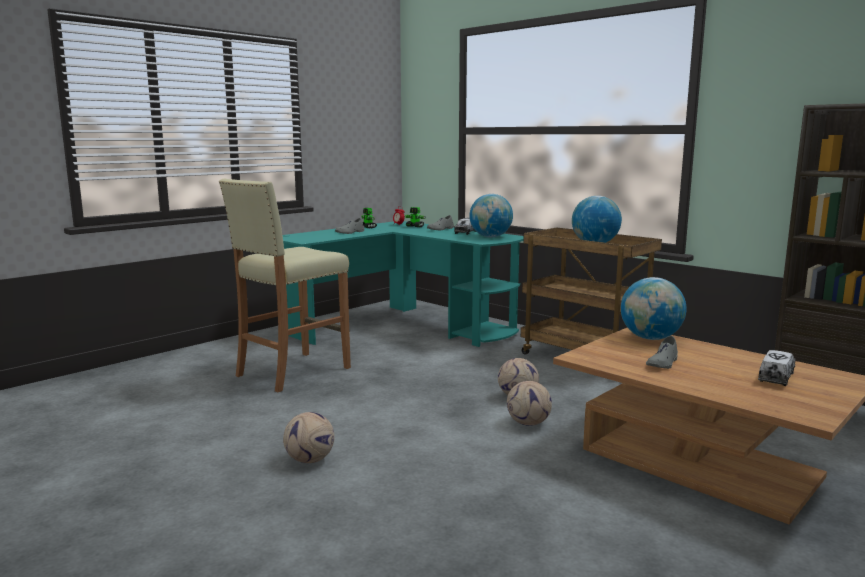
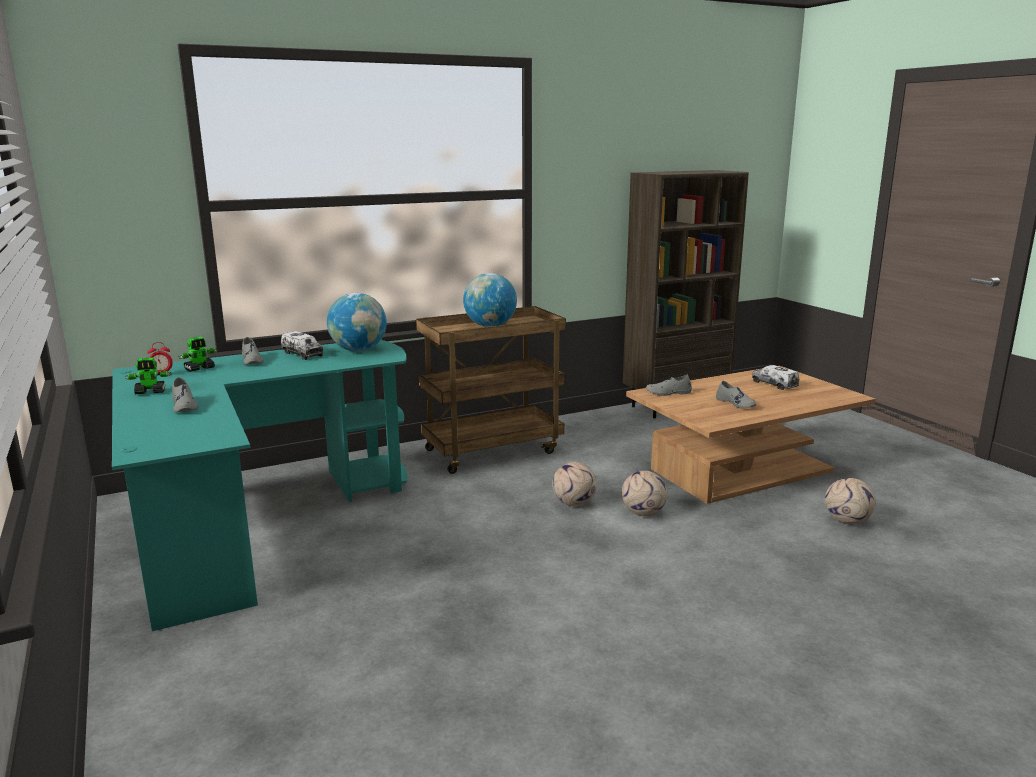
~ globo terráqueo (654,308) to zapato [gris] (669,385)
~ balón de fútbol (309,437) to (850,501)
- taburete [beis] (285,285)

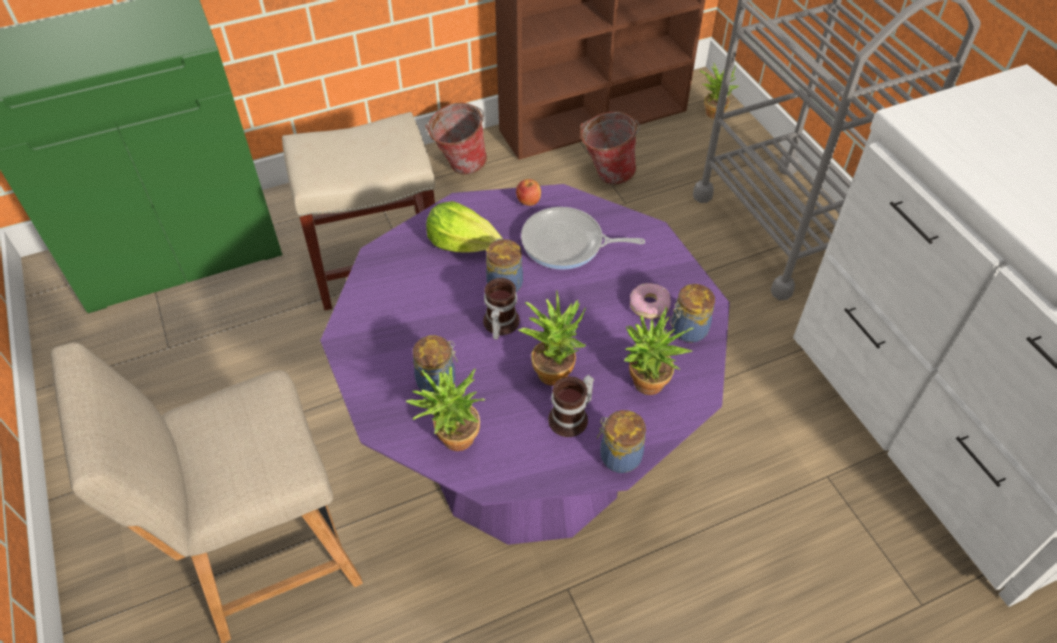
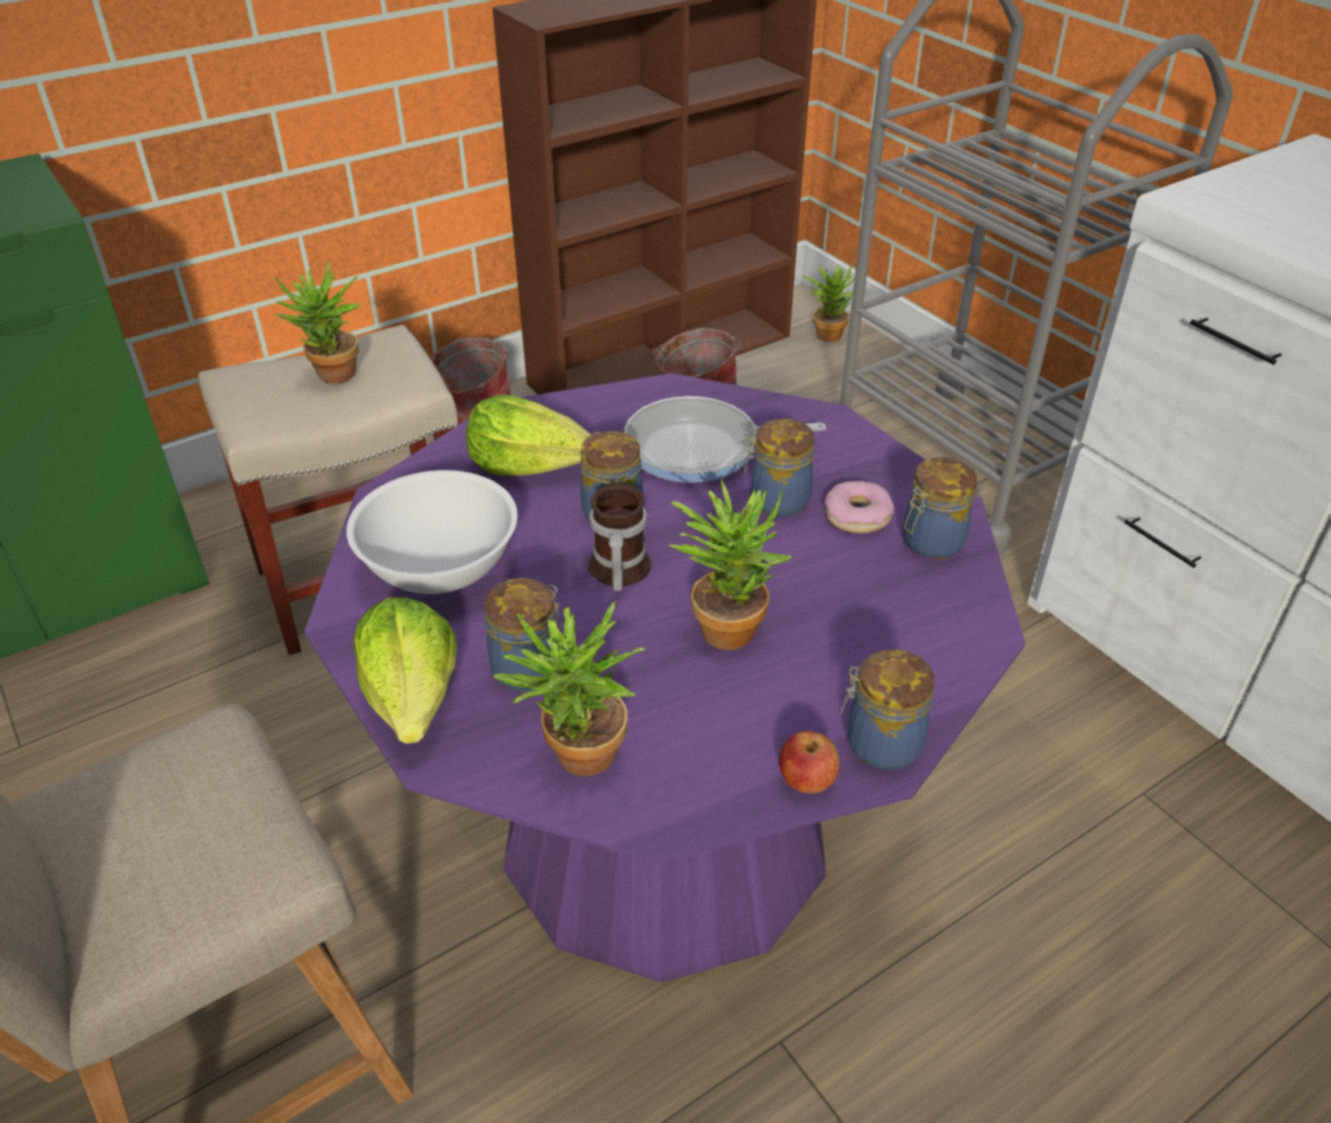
~ planta en maceta (659,351) to (318,322)
+ cuenco [blanco] (431,532)
+ lechuga (405,670)
+ tarro (779,468)
~ manzana (528,192) to (809,762)
- taza grande (571,406)

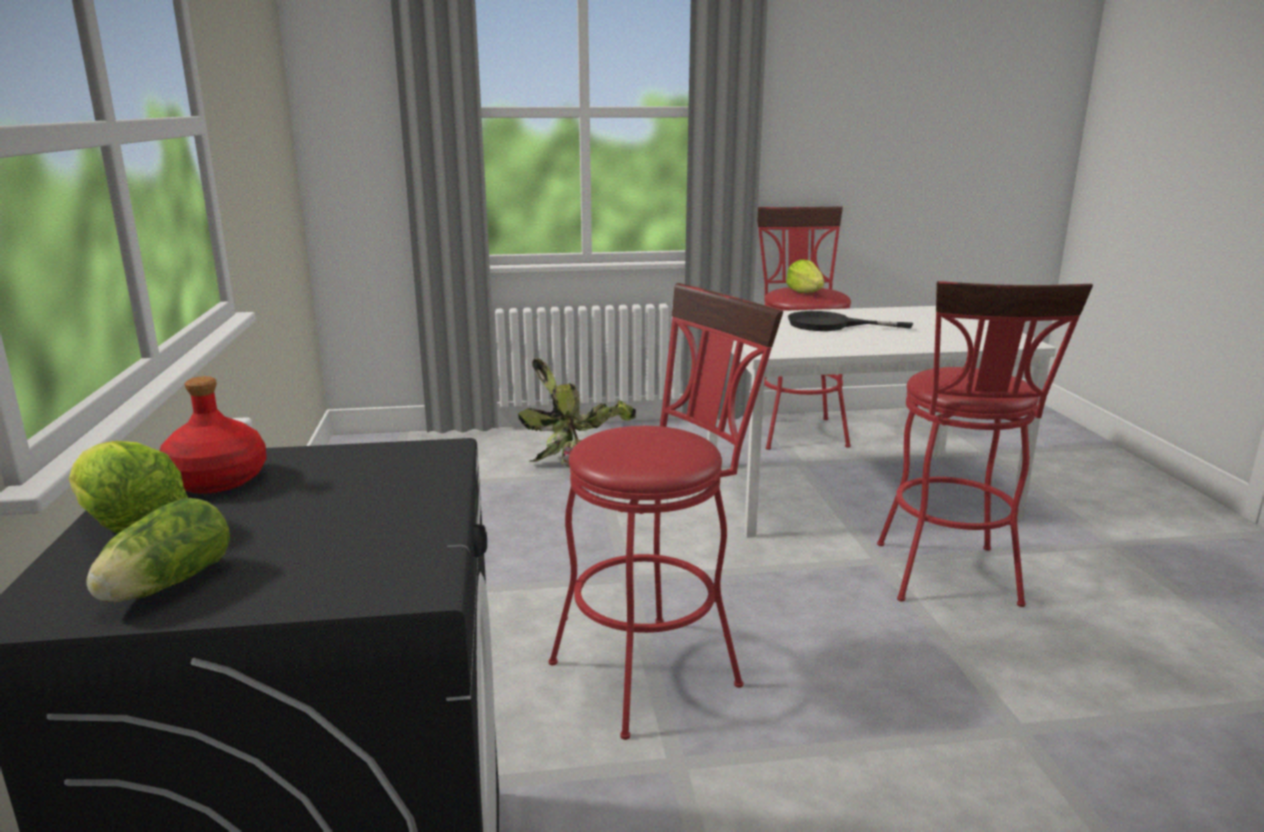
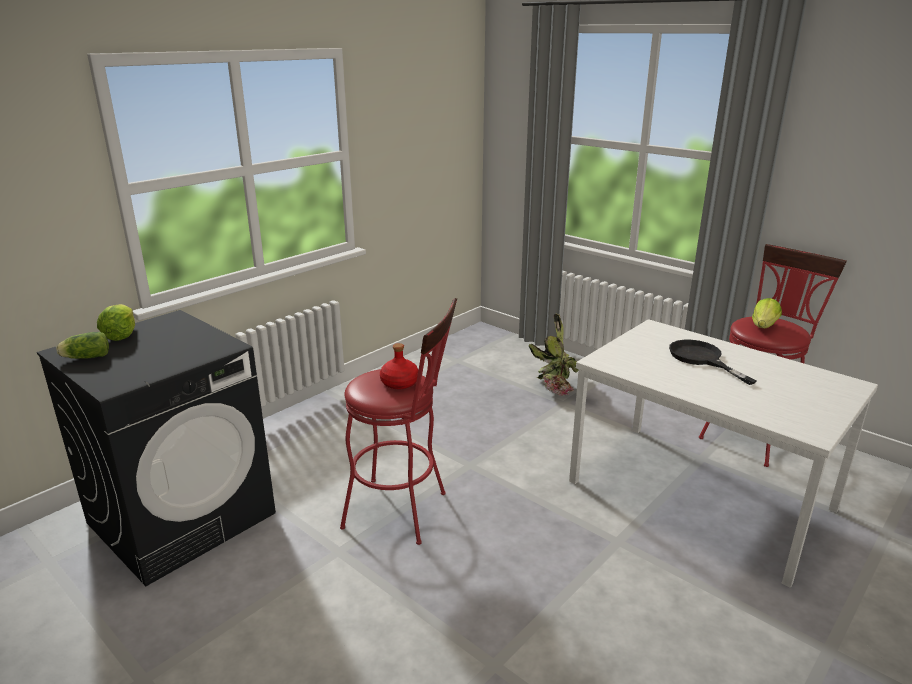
~ botella [rojo] (213,435) to (399,366)
- taburete [rojo] (985,444)

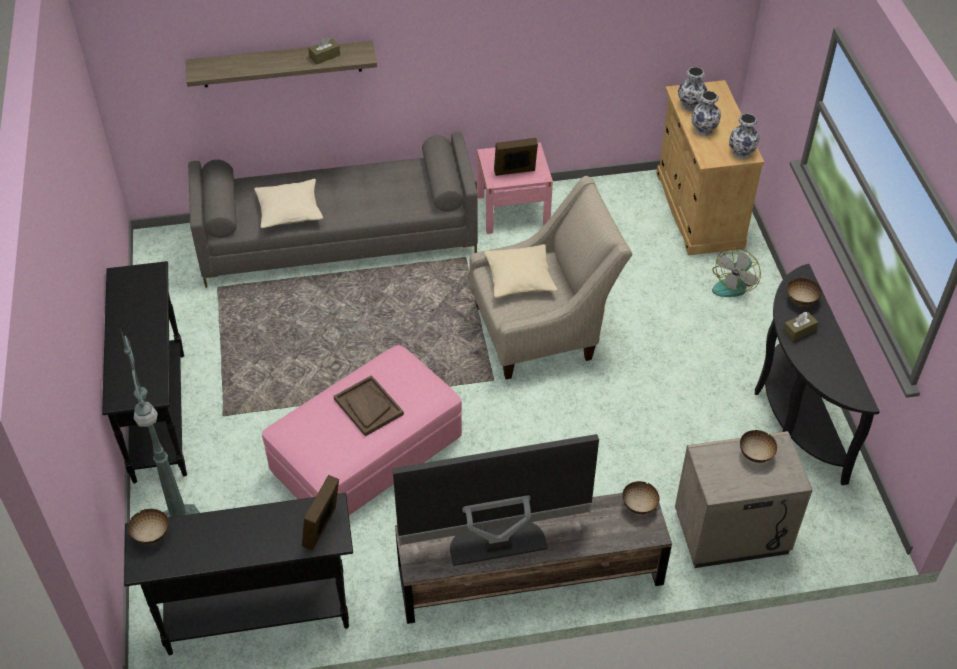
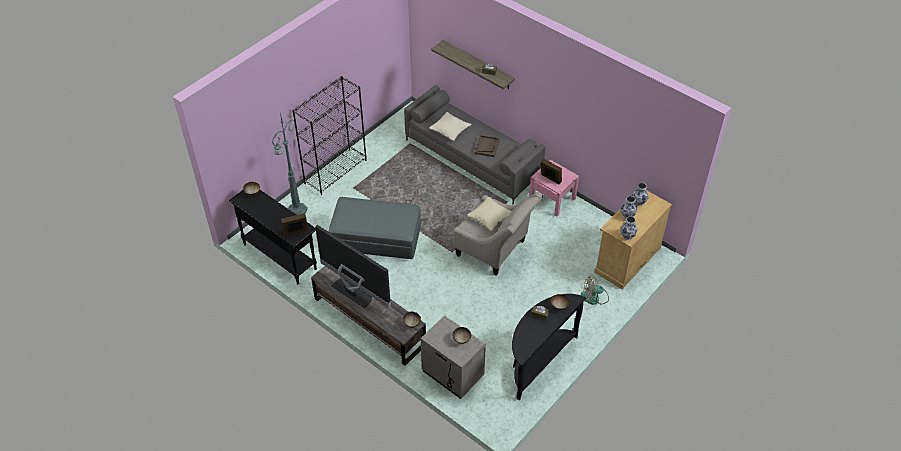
~ mesa consola [negro] (144,372) to estantería [negro] (329,135)
~ puf [rosa] (362,430) to puf [gris] (375,228)
~ bandeja [marrón] (369,405) to (487,146)

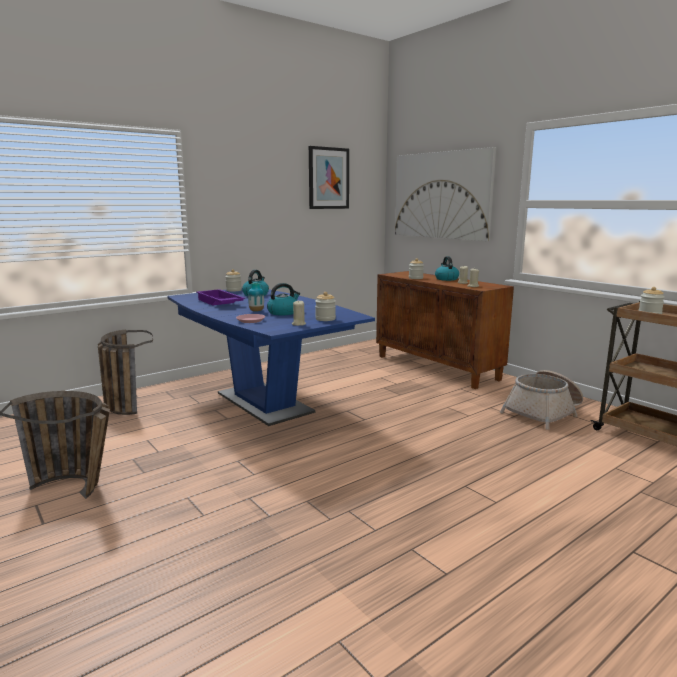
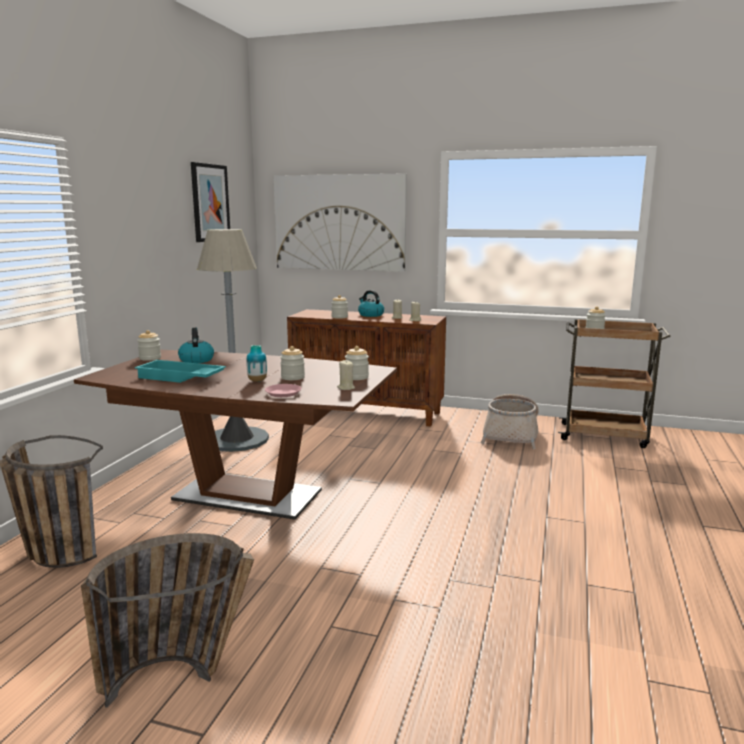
~ mesa de comedor [azul] (271,357) to mesa de comedor [marrón] (235,434)
~ bandeja [morado] (220,297) to bandeja [turquesa] (180,371)
+ lámpara de pie [gris] (233,340)
~ hervidor (283,299) to tarro (292,363)

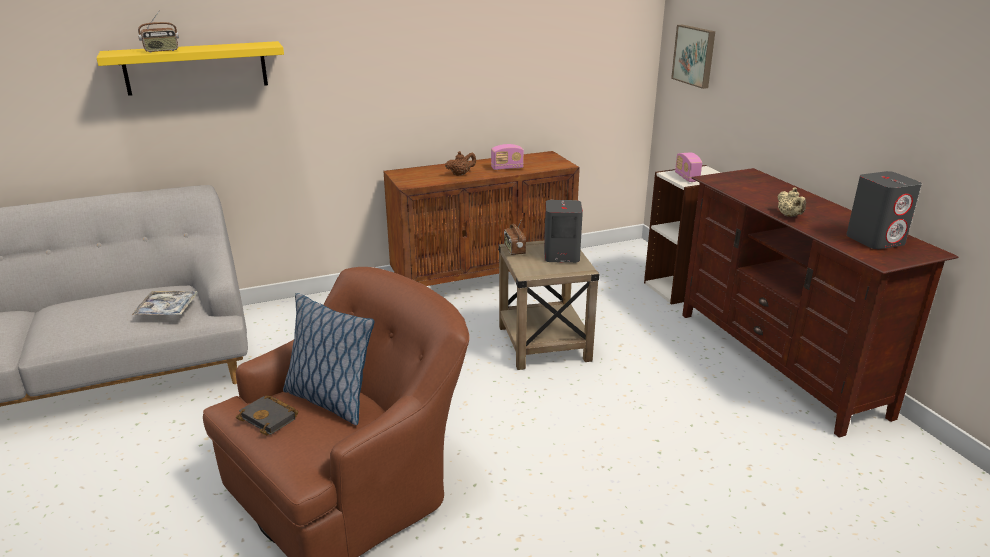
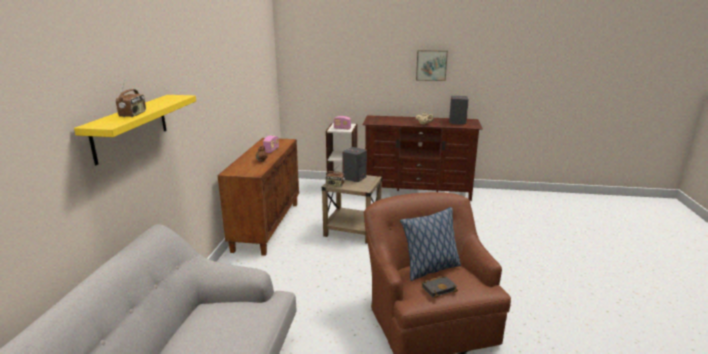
~ cuadro (693,57) to (432,65)
- bandeja (165,303)

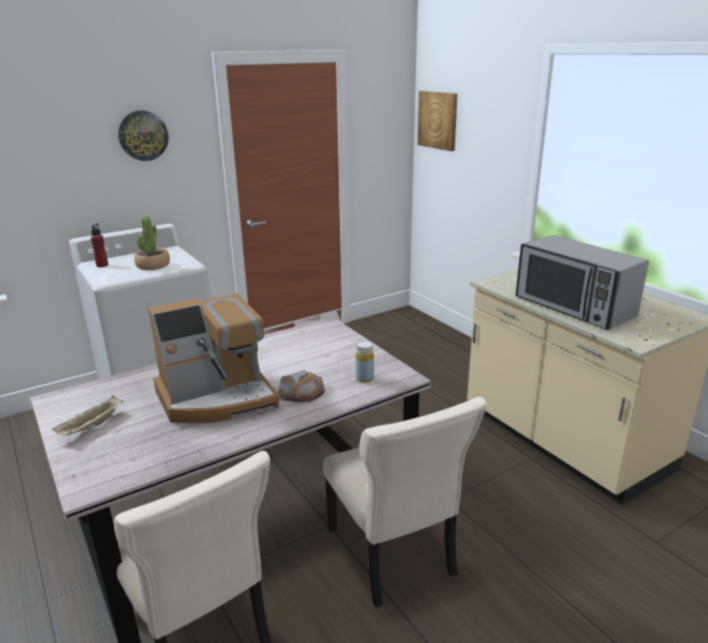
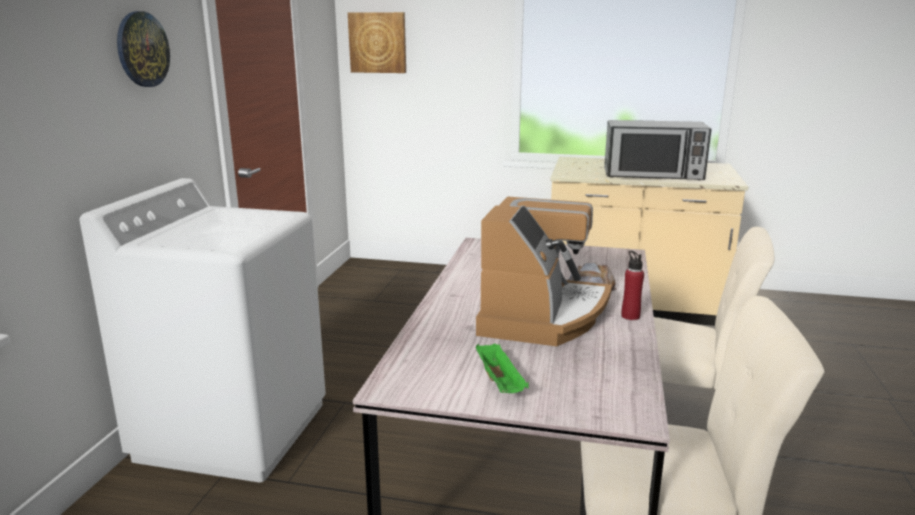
~ bandeja [beis] (87,416) to bandeja [verde] (502,368)
~ botella [rojo] (99,245) to (632,285)
- planta en maceta (152,243)
- botella [amarillo] (365,362)

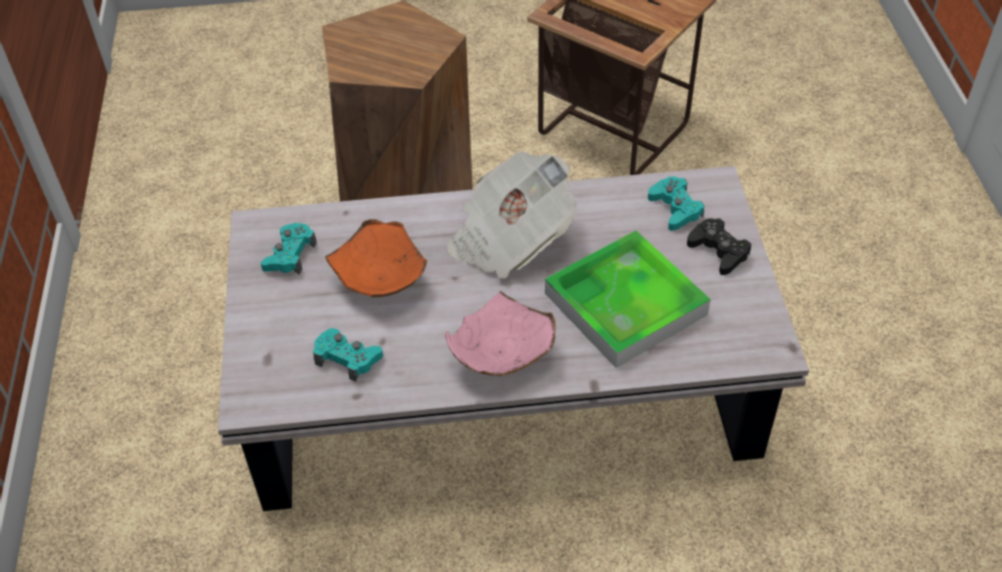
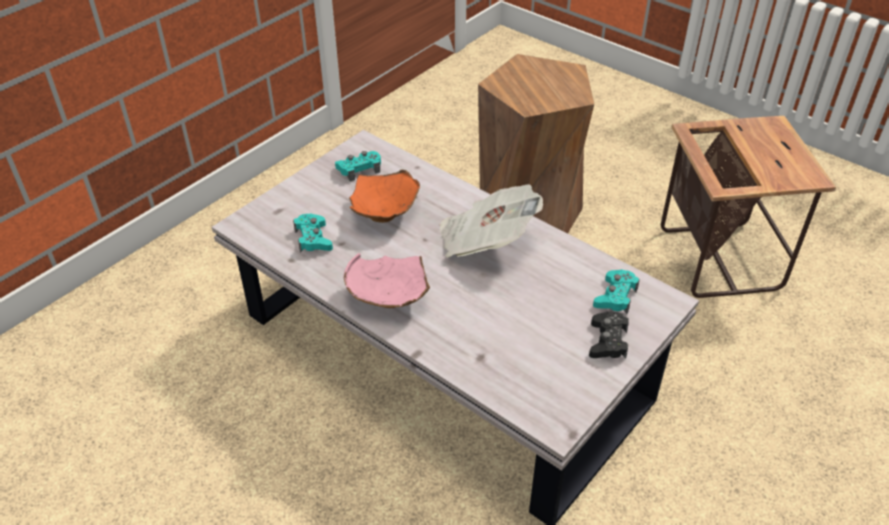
- bandeja (628,299)

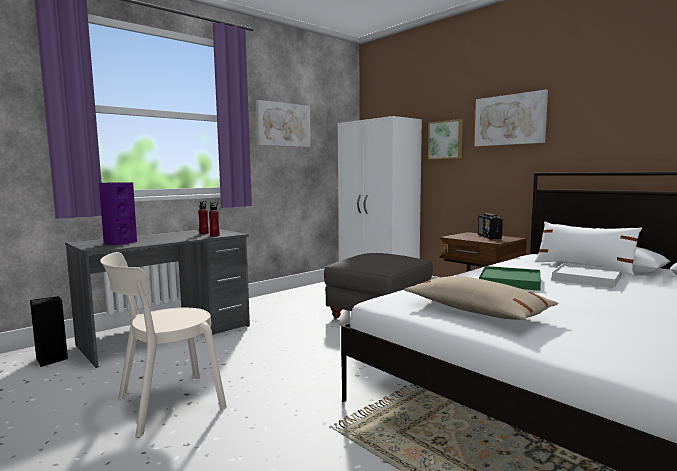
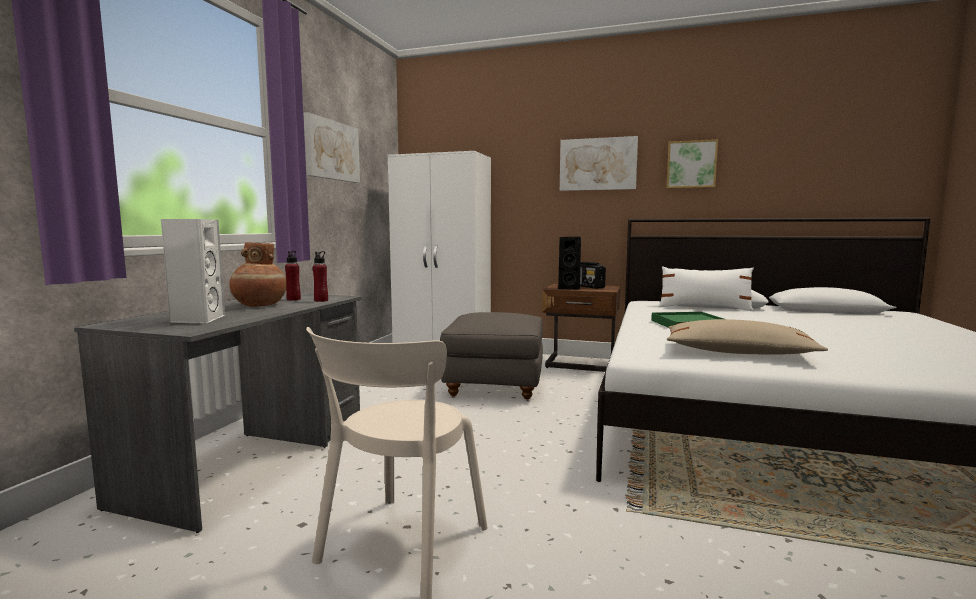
~ altavoz [morado] (118,214) to altavoz [blanco] (193,271)
+ florero [marrón] (258,274)
~ altavoz [negro] (49,331) to (569,263)
~ cuadro (445,139) to (692,163)
- bandeja [blanco] (587,275)

